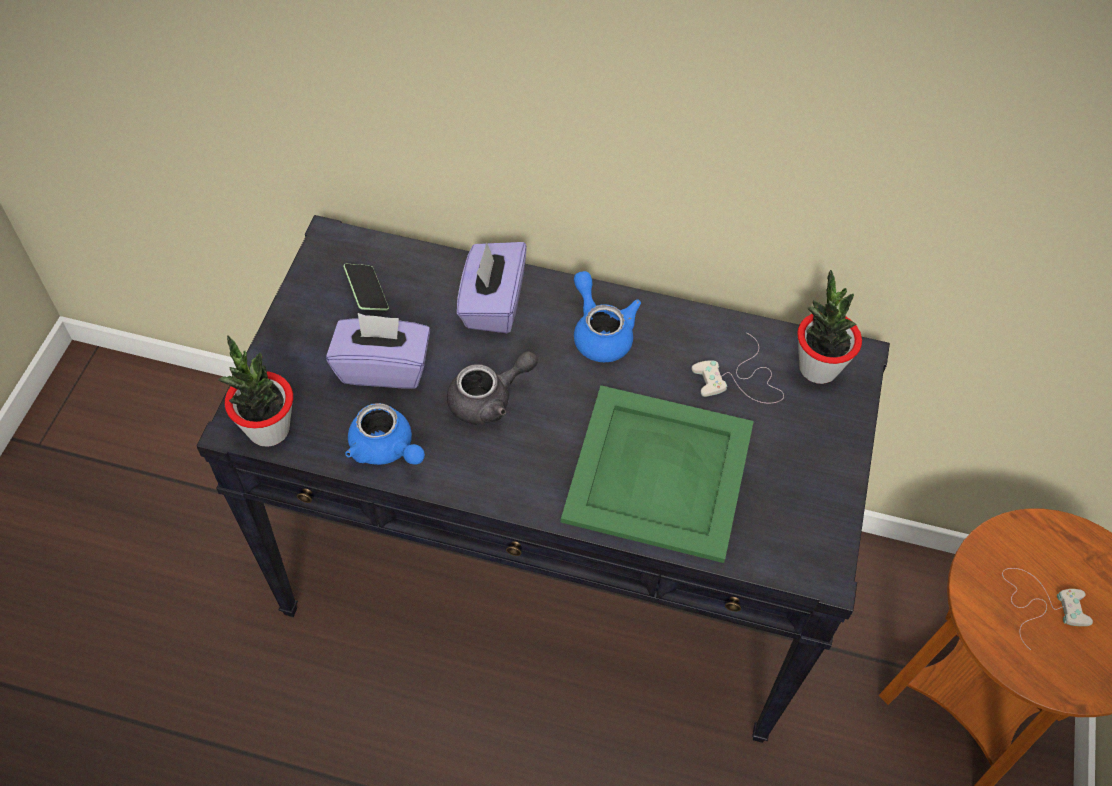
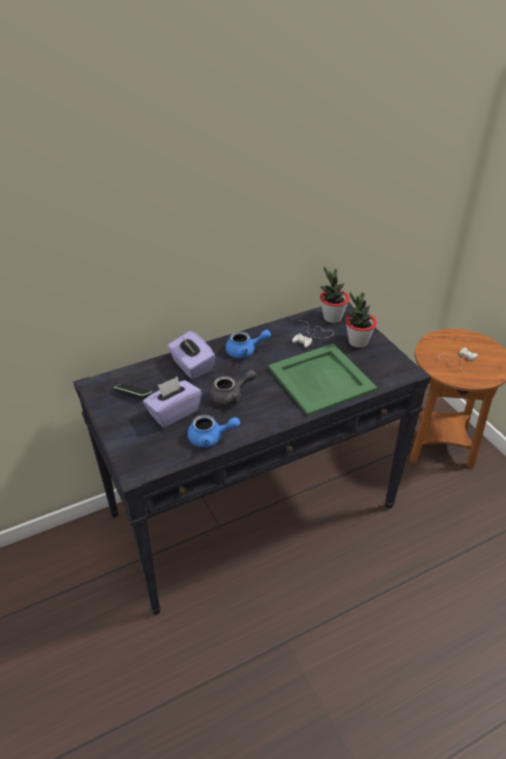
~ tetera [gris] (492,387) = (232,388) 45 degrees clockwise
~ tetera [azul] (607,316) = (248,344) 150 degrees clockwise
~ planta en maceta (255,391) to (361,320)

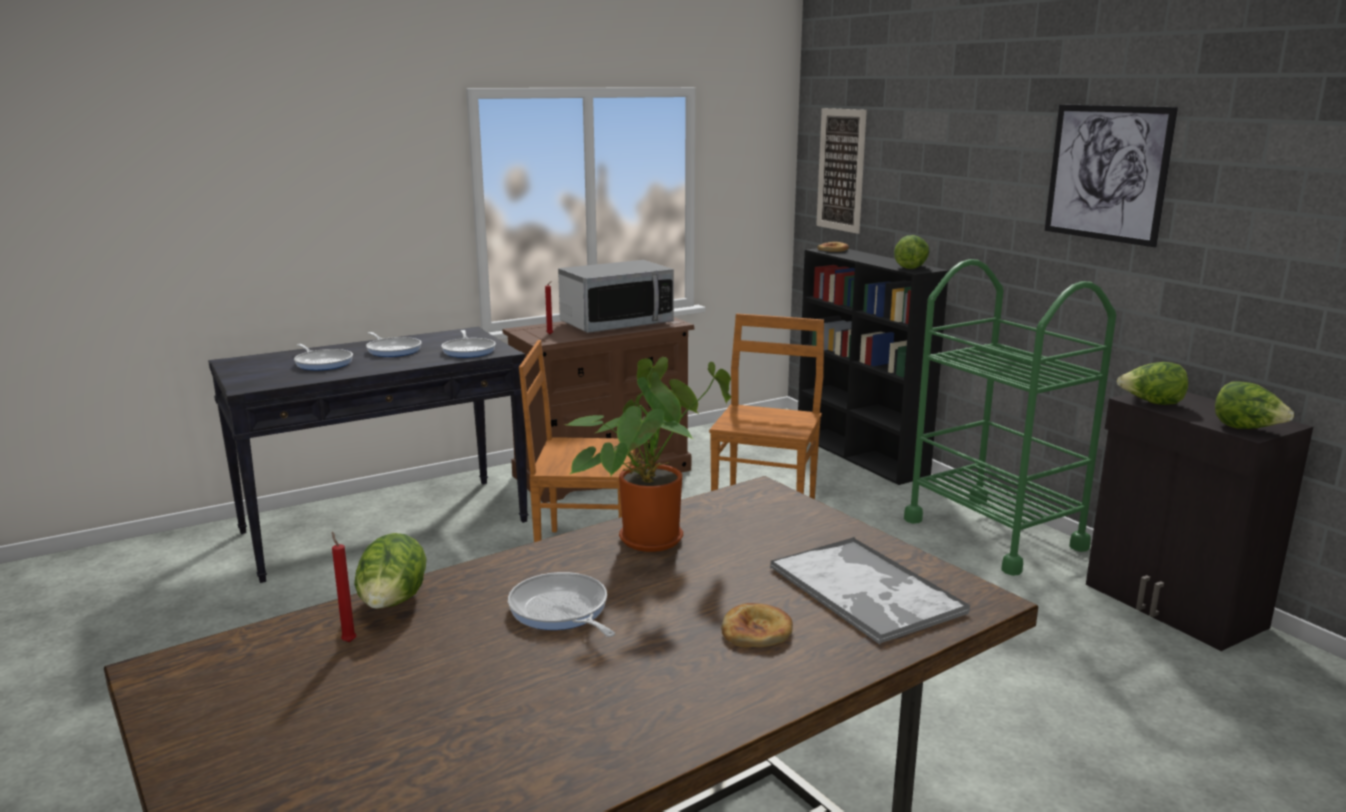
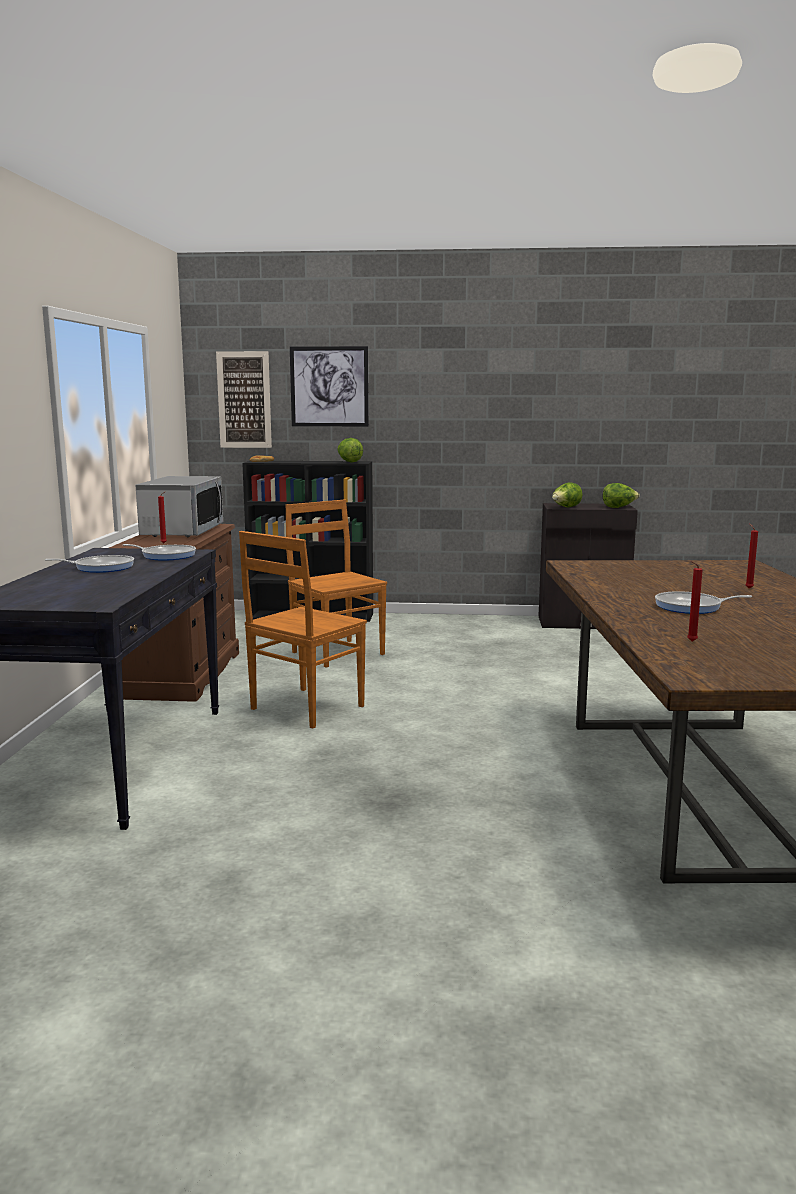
~ cuadro (1111,175) to (329,386)
~ pan (757,625) to vela [rojo] (751,556)
- sartén (323,357)
- lechuga (390,571)
- planta en maceta (648,454)
- bandeja (870,590)
- carrito [verde] (1010,417)

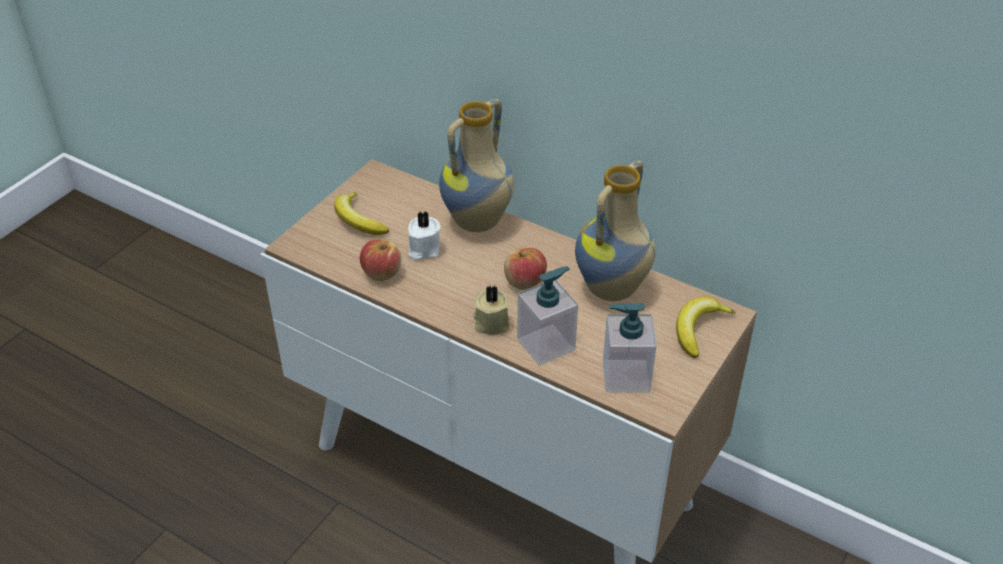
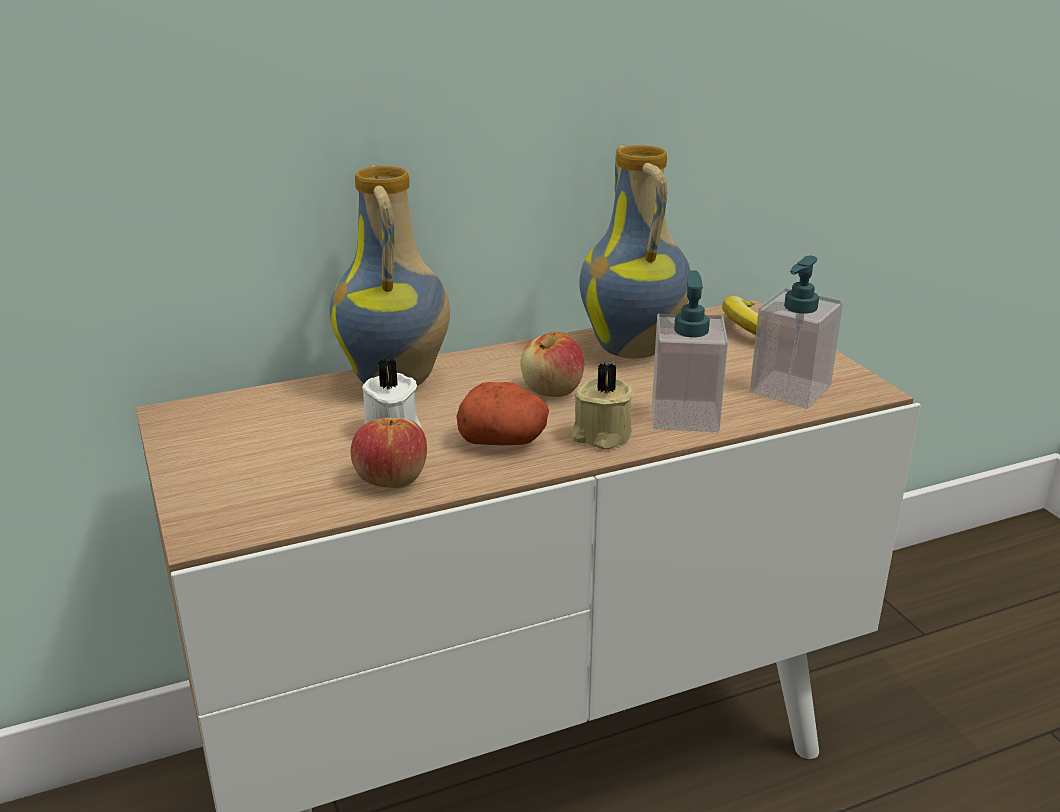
+ patata (502,413)
- plátano (361,213)

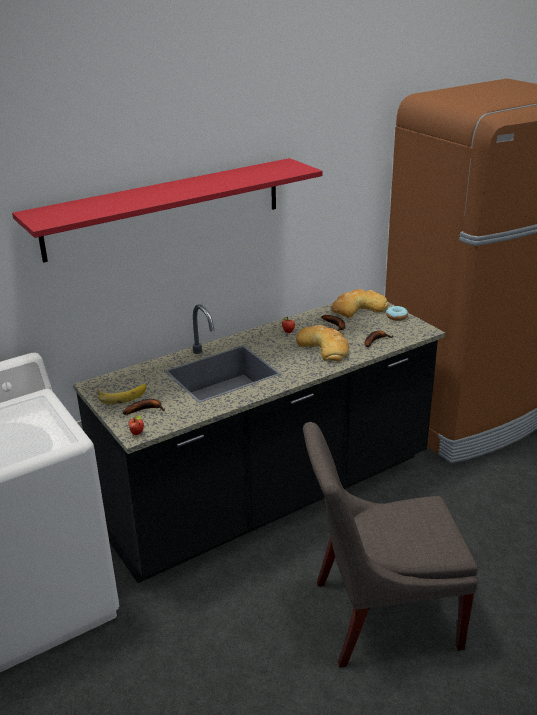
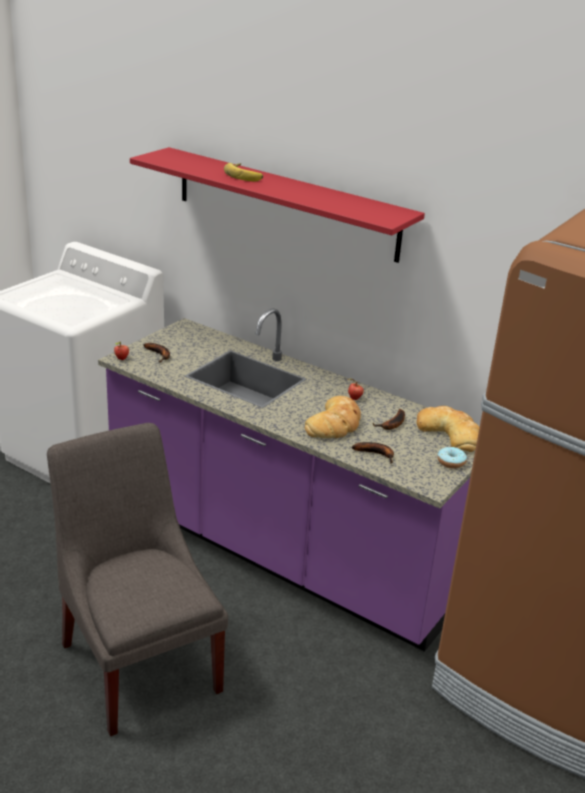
~ mueble bajo de cocina [negro] (259,442) to mueble bajo de cocina [morado] (289,480)
~ plátano (122,394) to (243,172)

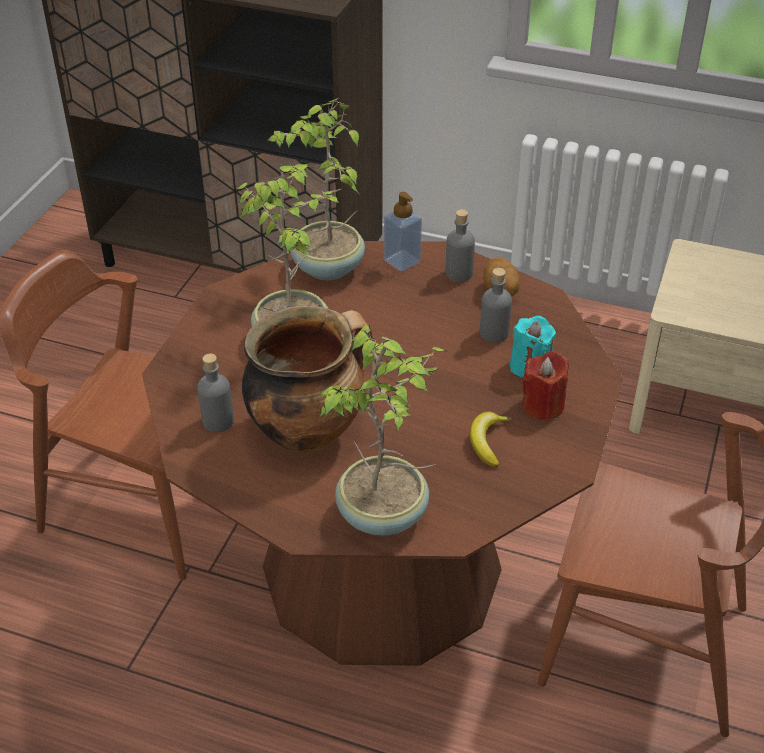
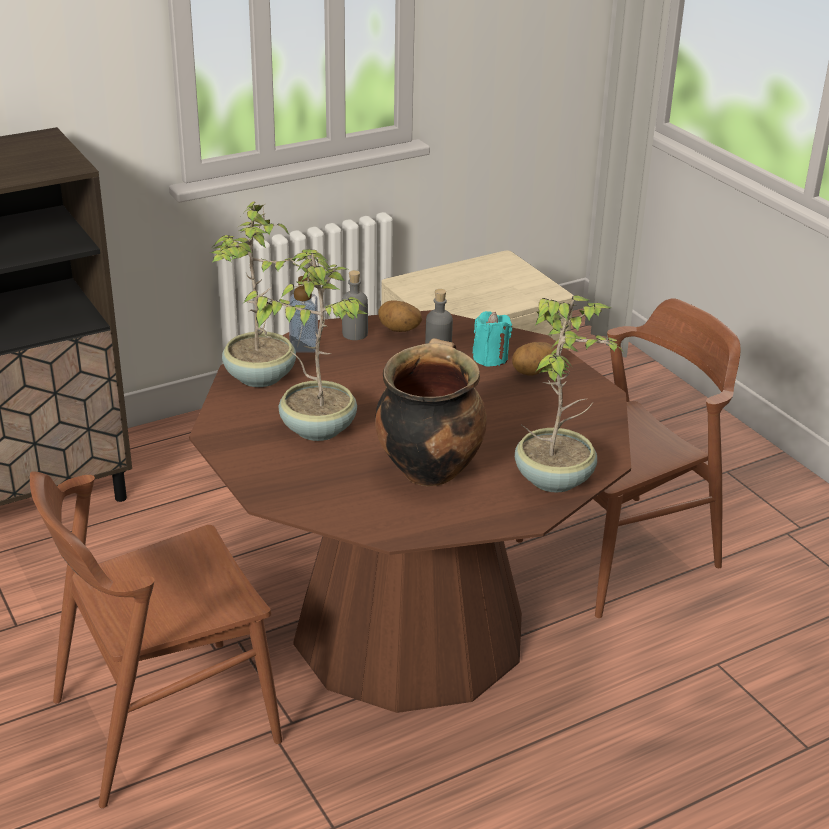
~ vela [rojo] (545,386) to patata (534,359)
- botella [gris] (215,392)
- plátano (490,439)

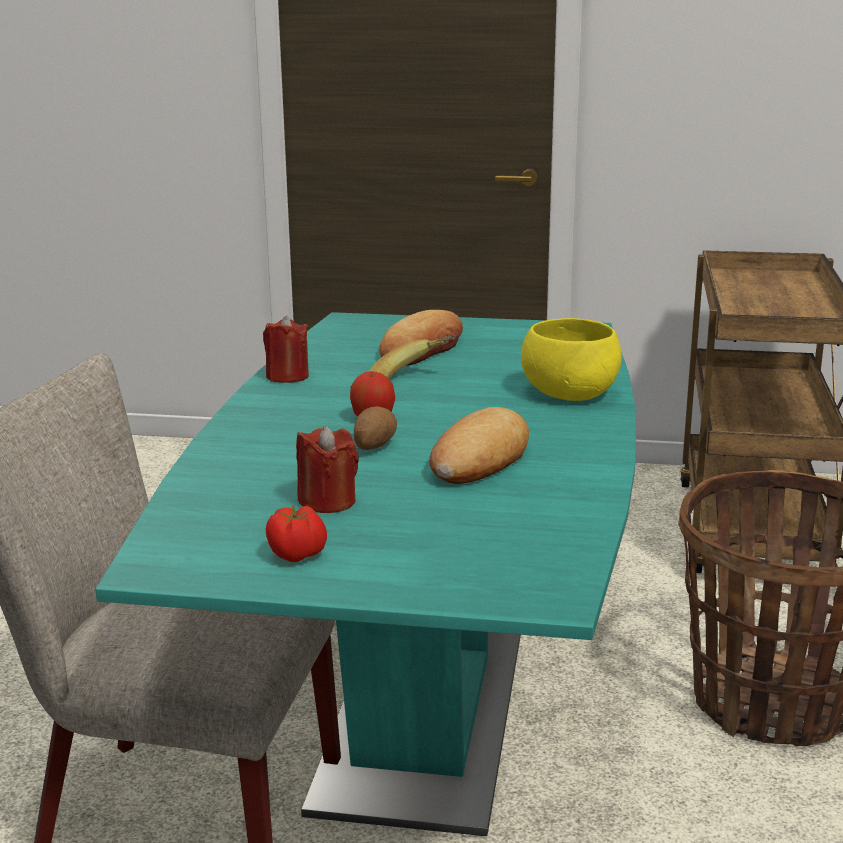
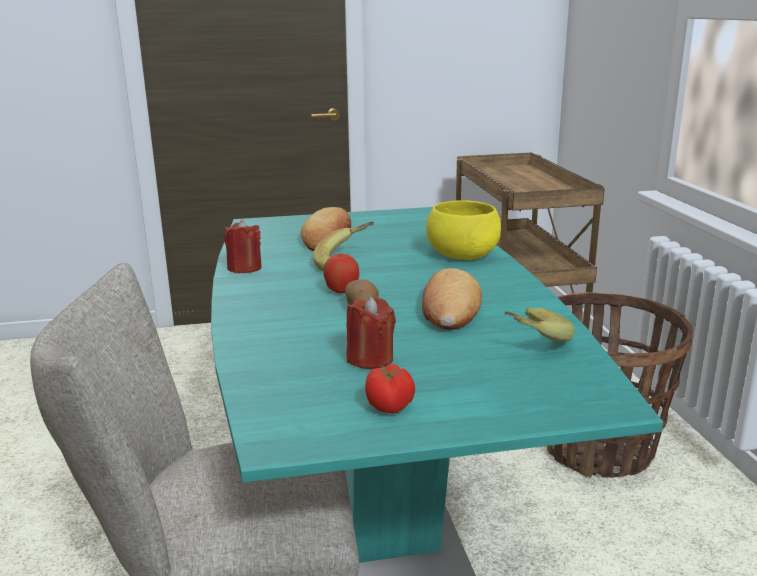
+ plátano (539,325)

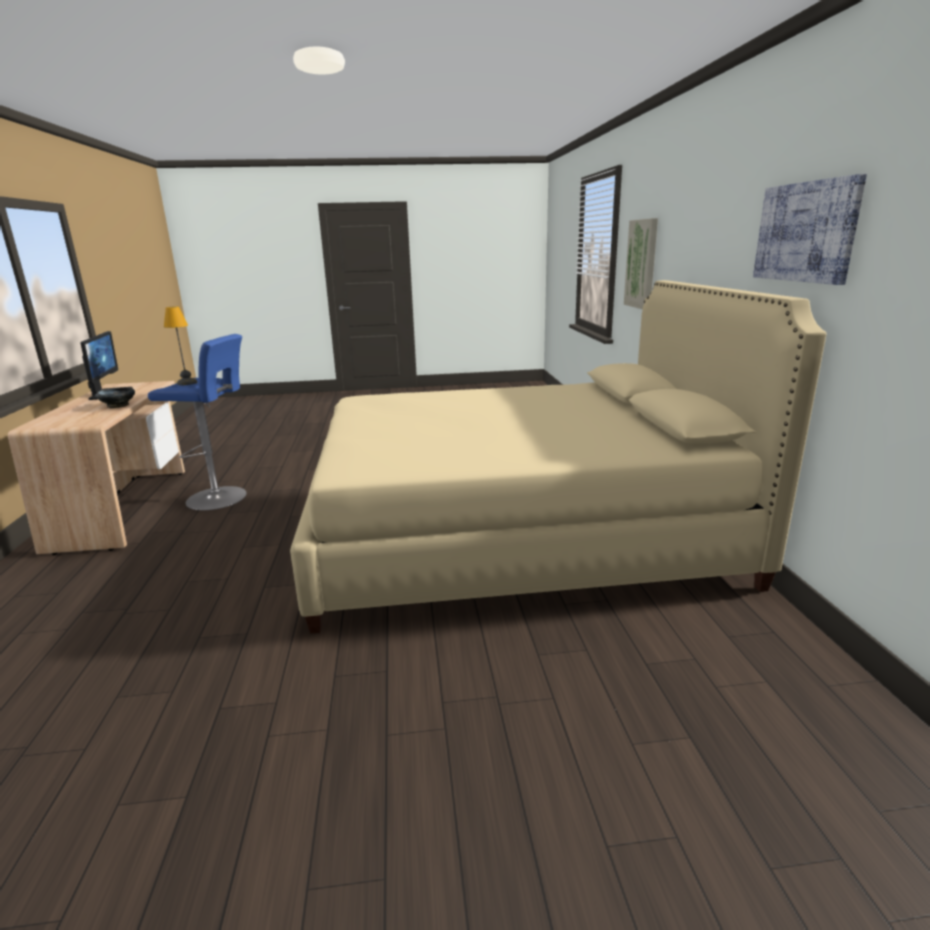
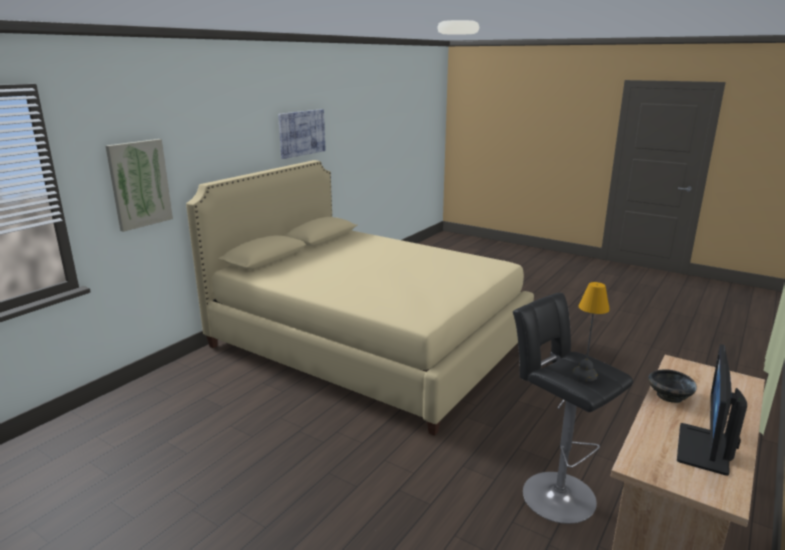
~ taburete [azul] (197,422) to taburete [negro] (573,408)

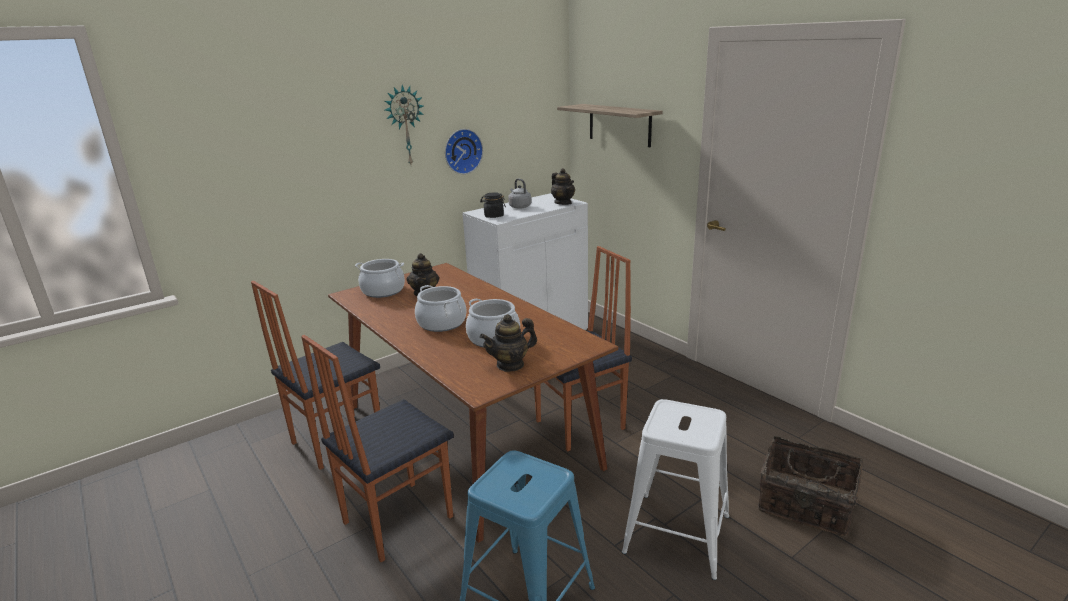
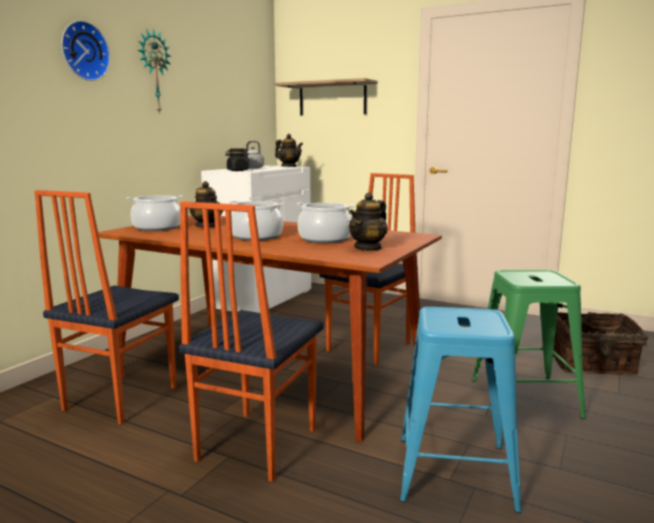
~ reloj de pared (464,151) to (85,50)
~ taburete [blanco] (675,489) to taburete [verde] (529,344)

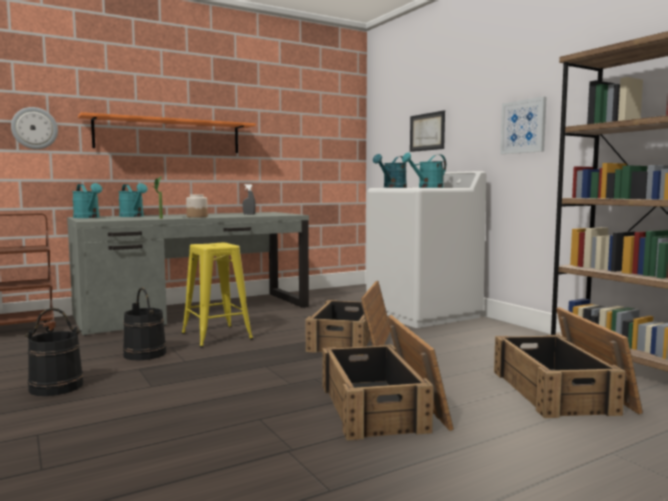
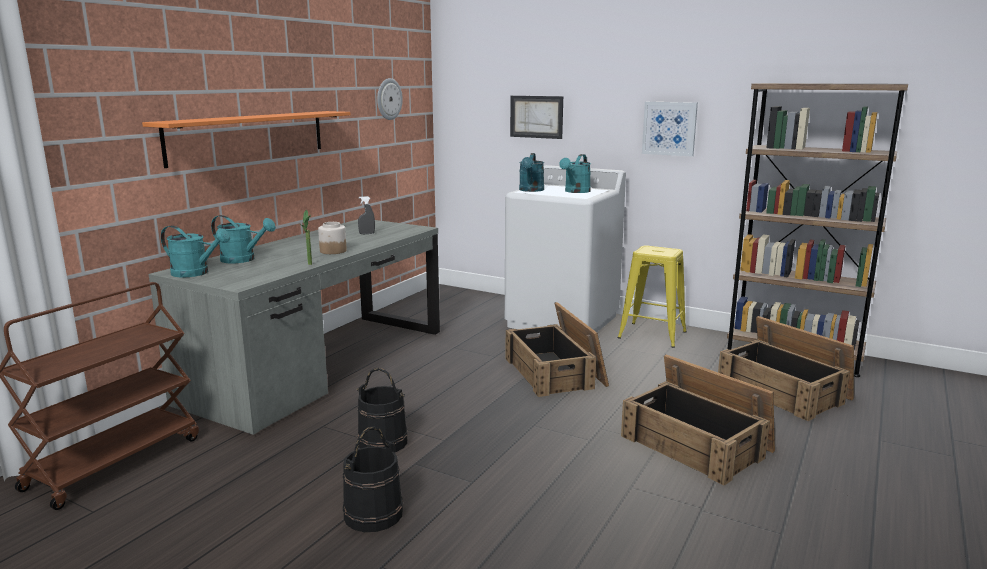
~ reloj de pared (34,128) to (390,99)
~ taburete [amarillo] (217,295) to (652,296)

